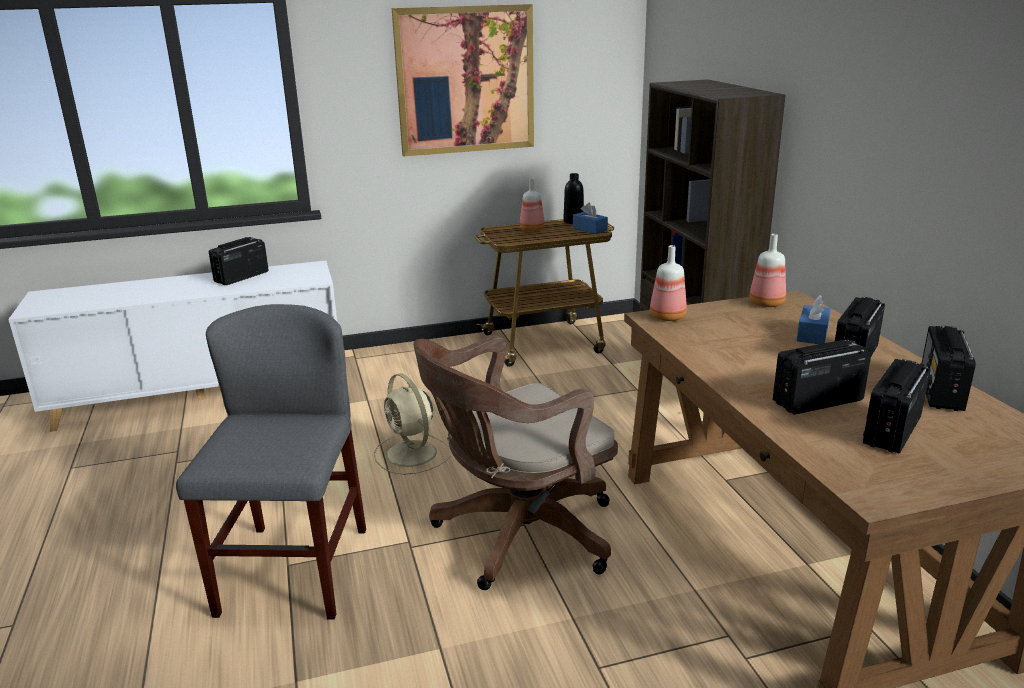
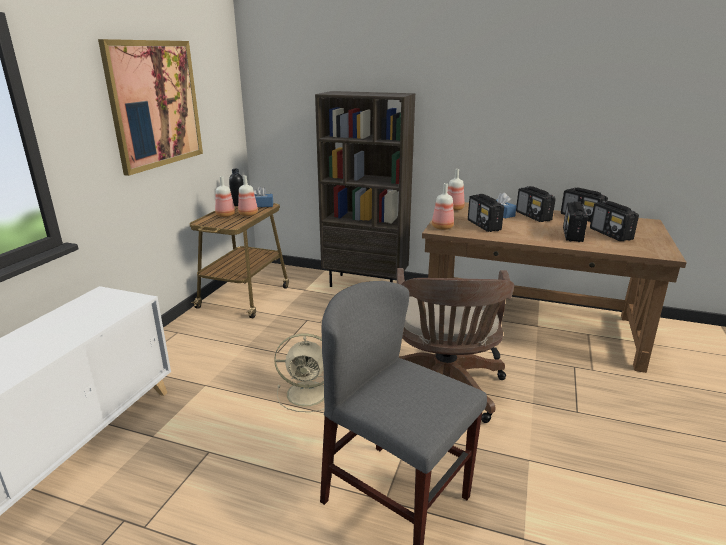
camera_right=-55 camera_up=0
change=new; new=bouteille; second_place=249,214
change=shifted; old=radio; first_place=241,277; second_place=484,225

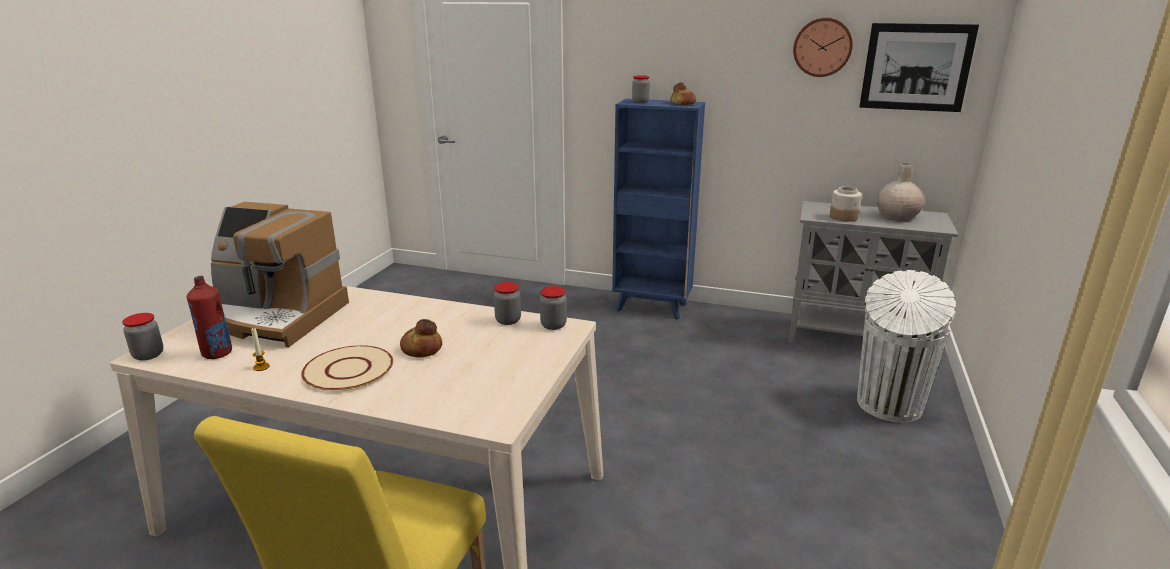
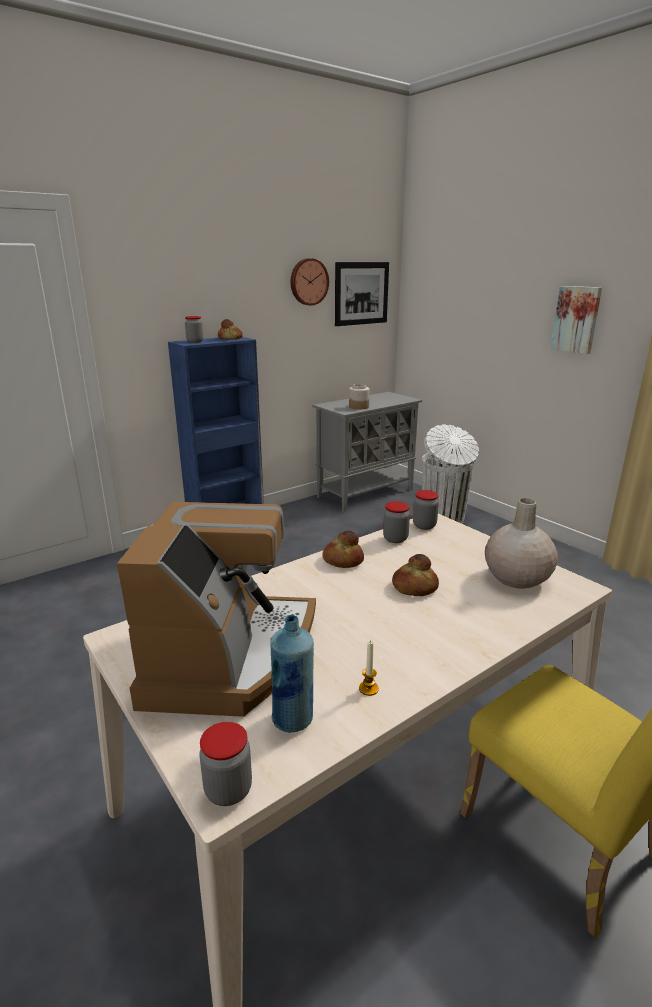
camera_right=-55 camera_up=0
change=rotated; old=machine à café; first_place=276,317; second_place=229,656; degrees=-45
change=repainted; old=bouteille [rouge]; new=bouteille [bleu]; first_place=217,353; second_place=293,719
change=new; new=pain; second_place=342,560
change=shifted; old=vase [beige]; first_place=896,216; second_place=516,578
change=new; new=tableau; second_place=576,319
change=gone; old=assiette [beige]; first_place=348,369

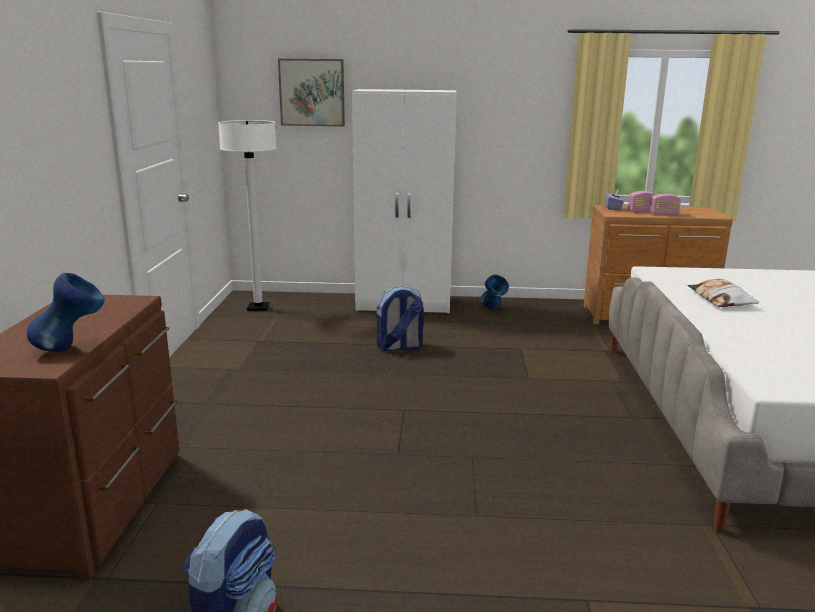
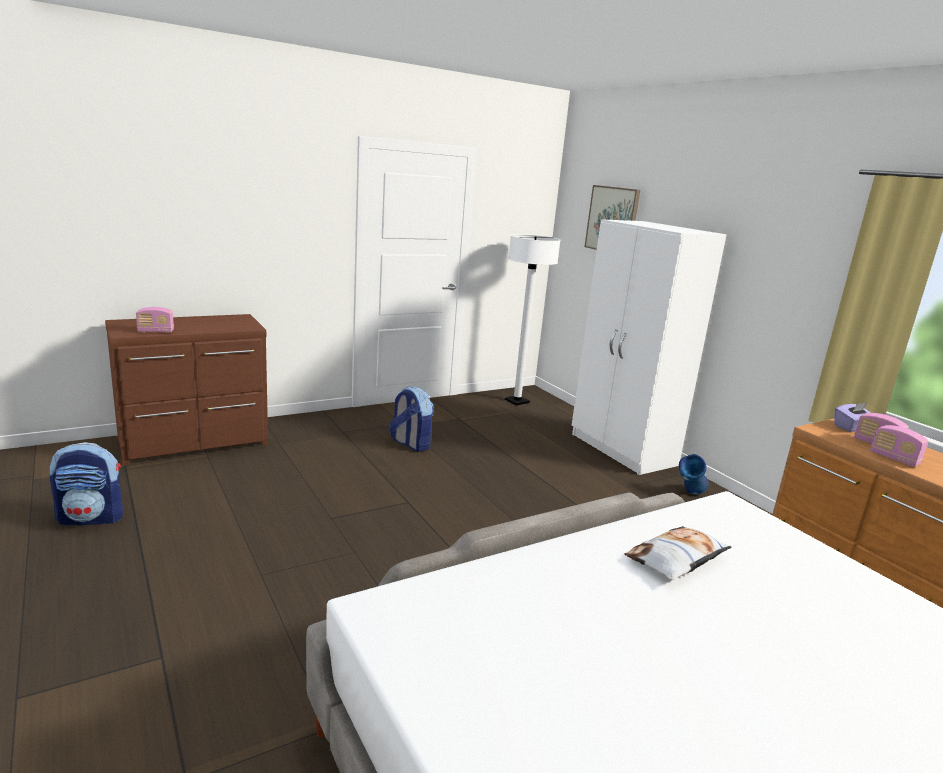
camera_right=55 camera_up=0
change=swapped; old=vase [bleu]; new=radio; first_place=72,348; second_place=156,331
change=shifted; old=sac à dos; first_place=399,347; second_place=410,444

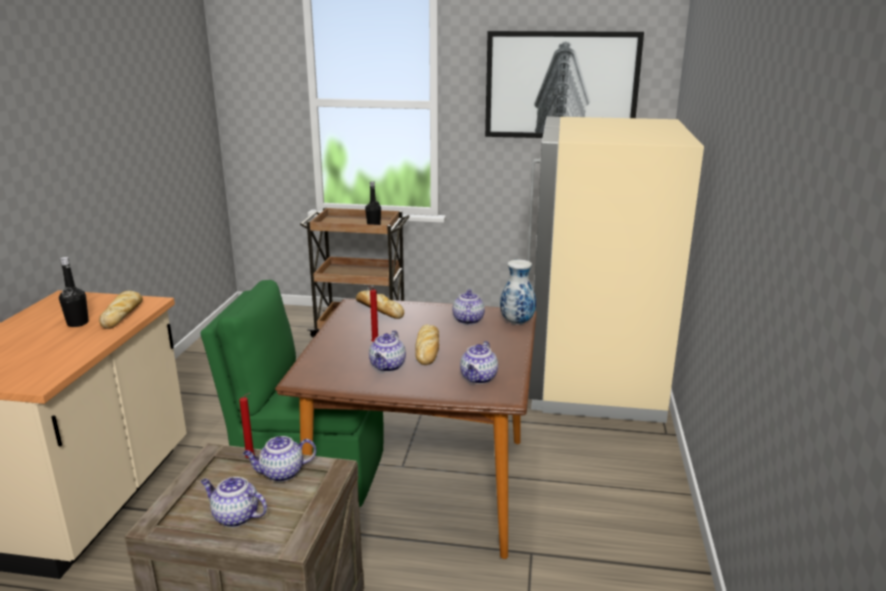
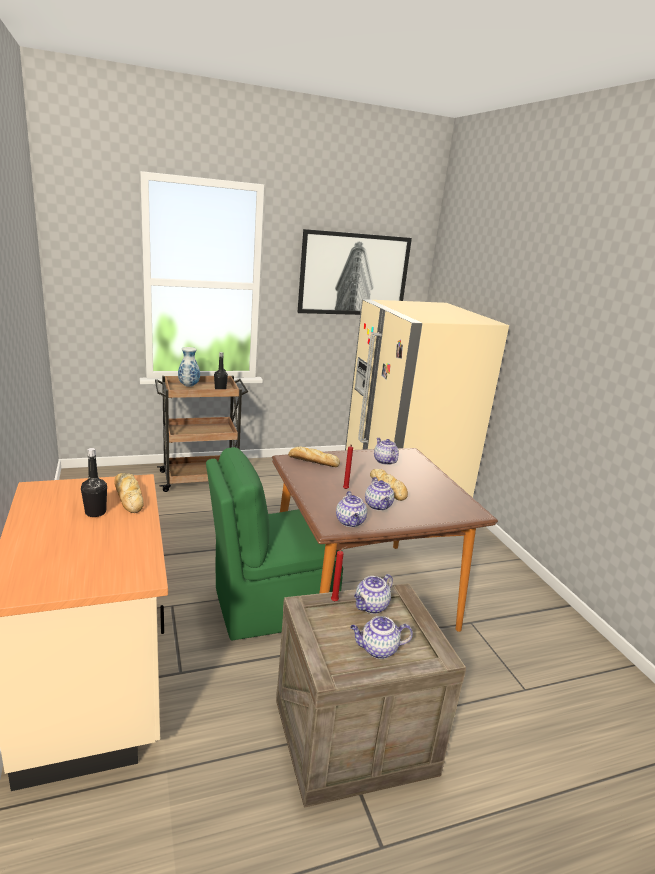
camera_right=-30 camera_up=0
change=shifted; old=vase; first_place=516,322; second_place=188,385
change=shifted; old=théière; first_place=478,378; second_place=350,522

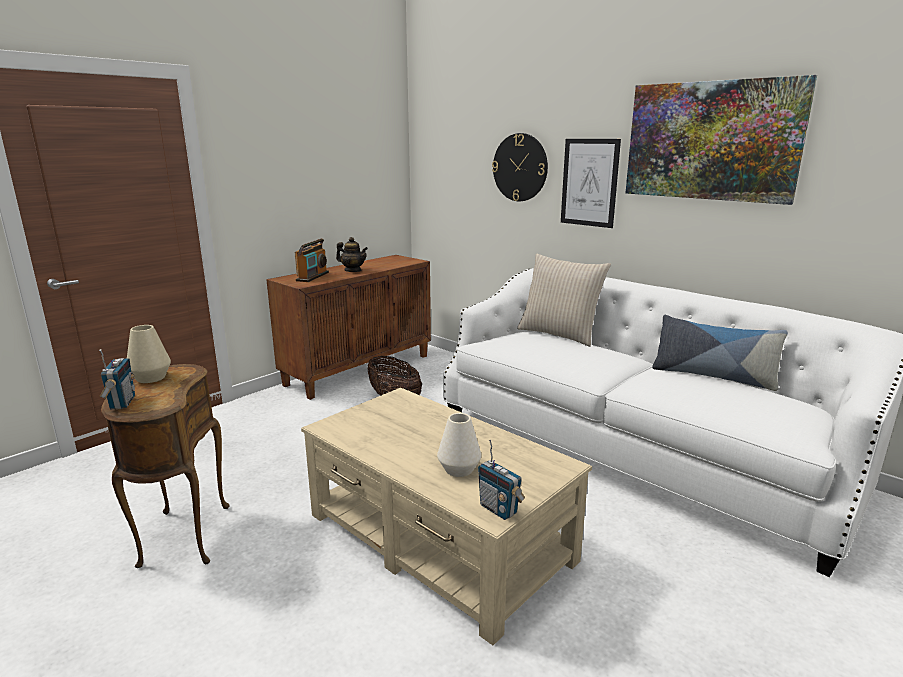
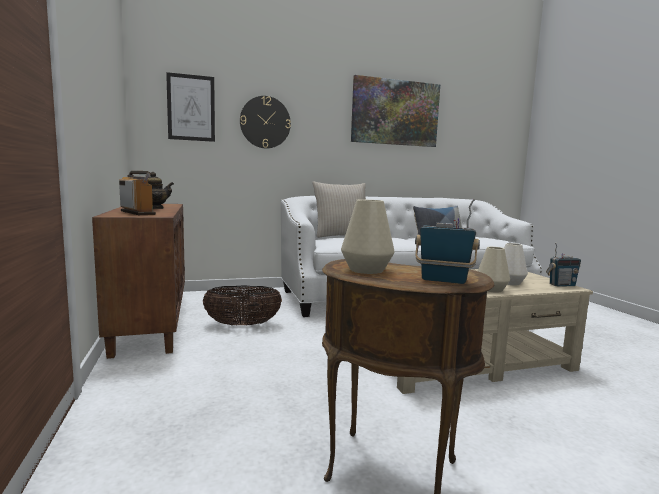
camera_right=-60 camera_up=-10
change=shifted; old=tableau; first_place=589,182; second_place=191,108
change=new; new=vase [beige]; second_place=491,289

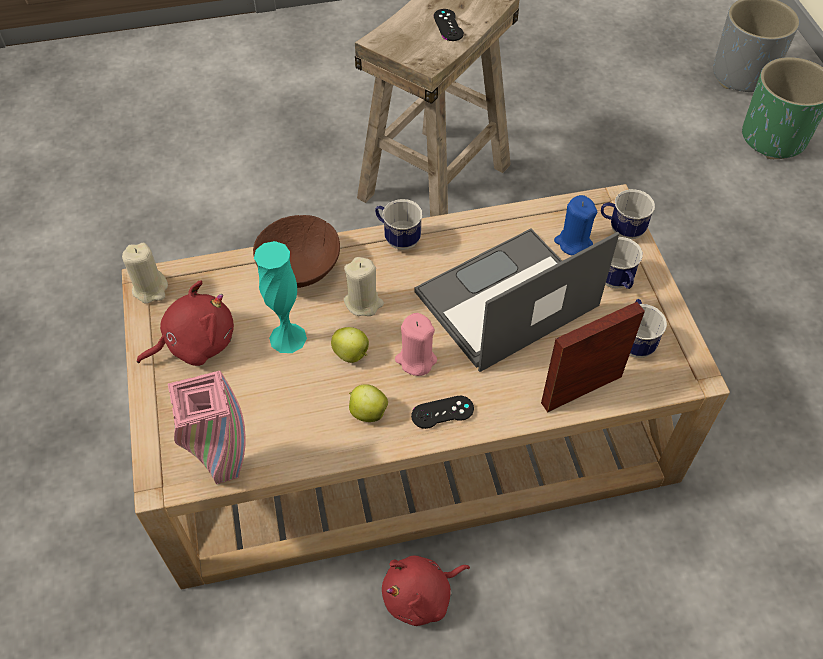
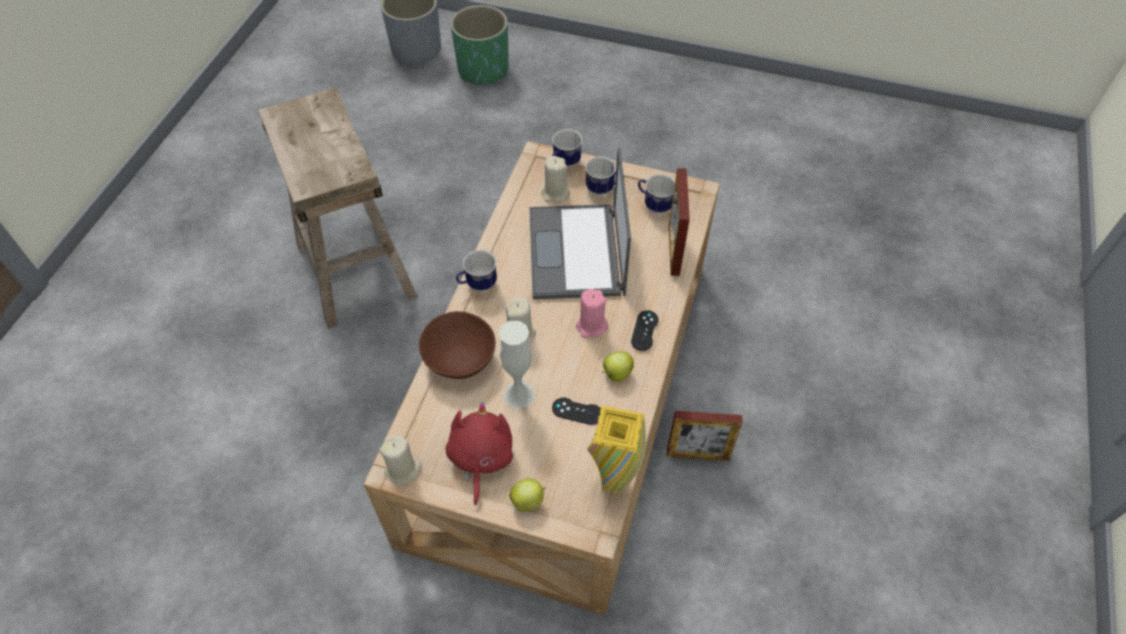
camera_right=-60 camera_up=0
change=repainted; old=vase [turquoise]; new=vase [blanc]; first_place=288,338; second_place=519,394
change=shifted; old=pomme; first_place=352,354; second_place=528,501
change=repainted; old=bougie [bleu]; new=bougie [beige]; first_place=573,243; second_place=555,193
change=shifted; old=manette [noir]; first_place=448,25; second_place=577,411
change=repainted; old=vase [rose]; new=vase [jaune]; first_place=225,471; second_place=612,483
change=swapped; old=peluche [rouge]; new=cadre photo; first_place=421,596; second_place=697,455

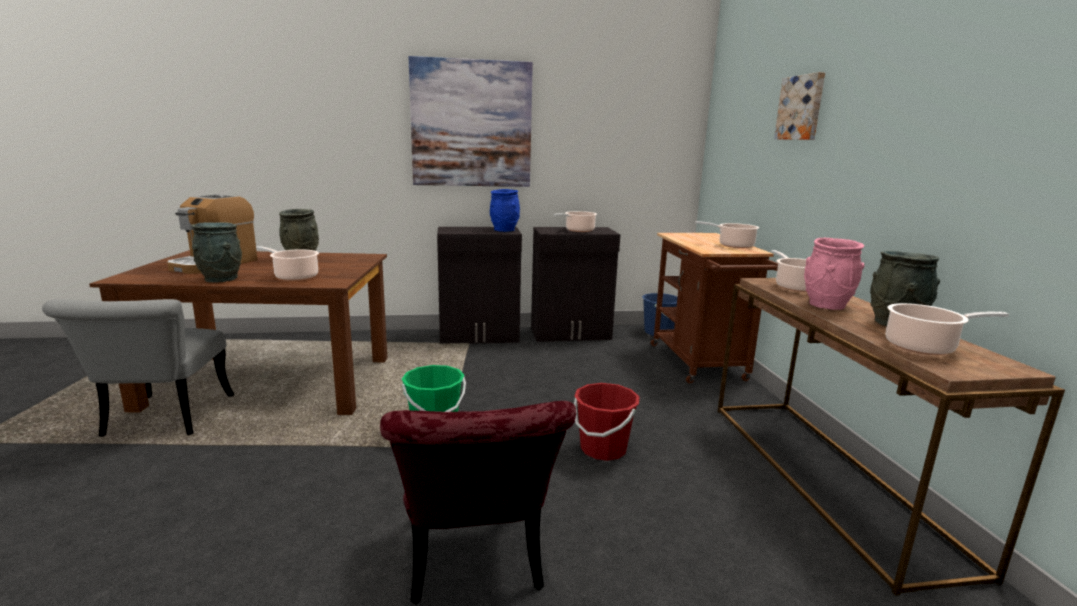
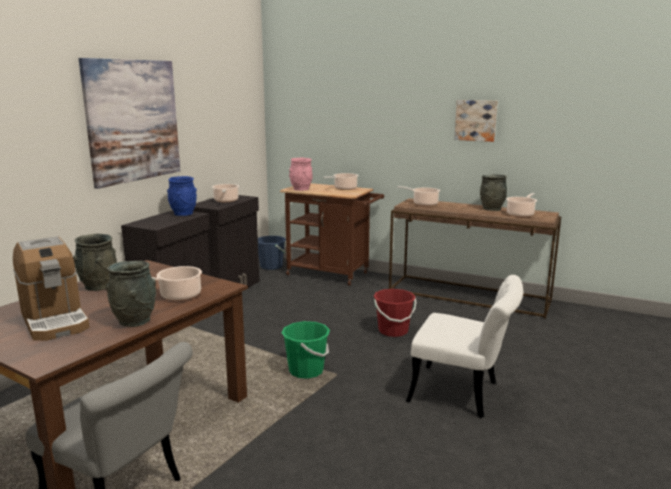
camera_right=-55 camera_up=0
change=shifted; old=vase [rose]; first_place=826,305; second_place=300,189
change=repainted; old=chaise [rouge]; new=chaise [blanc]; first_place=475,563; second_place=463,394
change=shifted; old=tableau; first_place=801,108; second_place=476,120

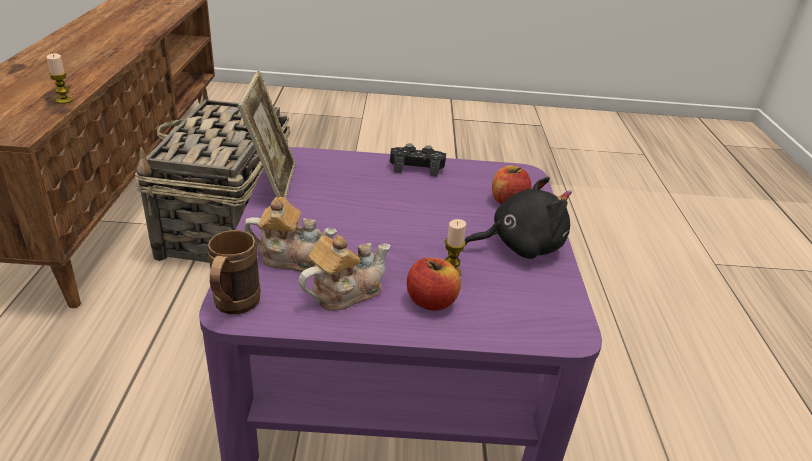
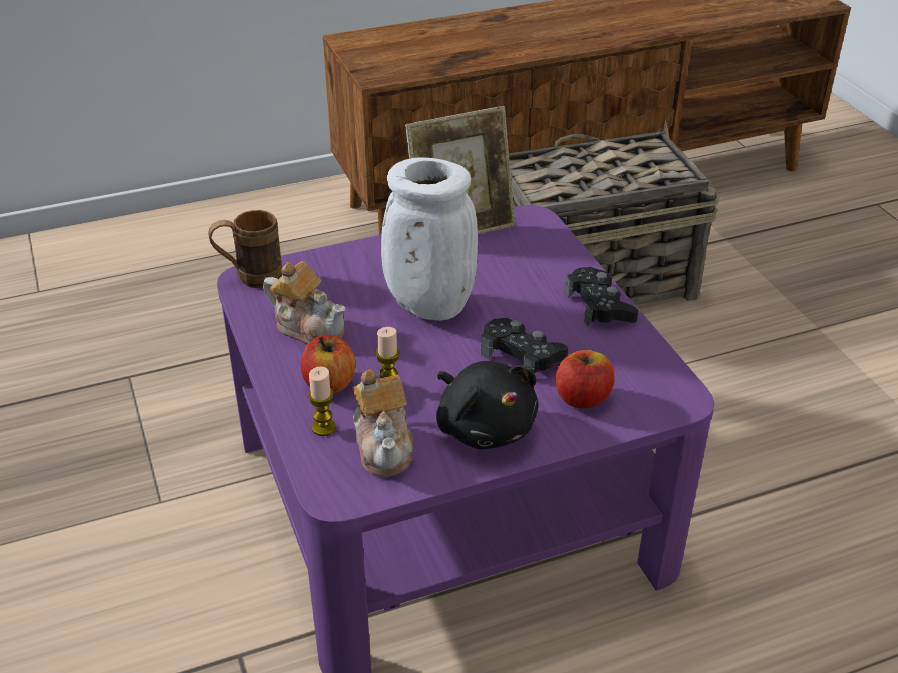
camera_right=70 camera_up=5
change=shifted; old=bougie; first_place=64,100; second_place=323,427
change=shifted; old=théière; first_place=292,257; second_place=384,446
change=new; new=vase [blanc]; second_place=427,306
change=new; new=manette [noir]; second_place=522,355

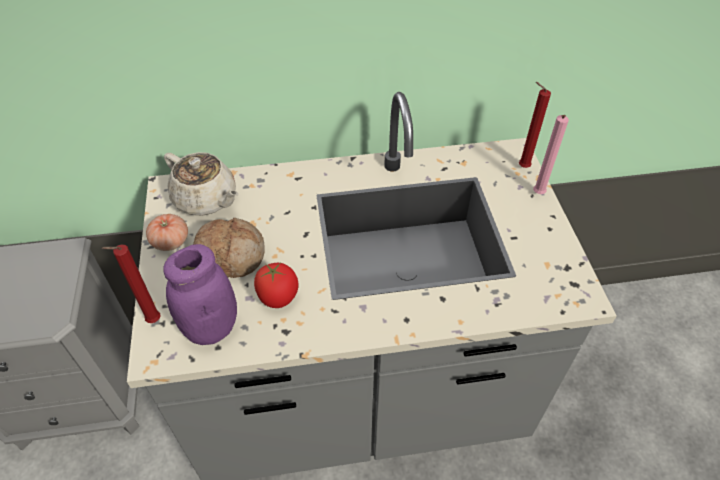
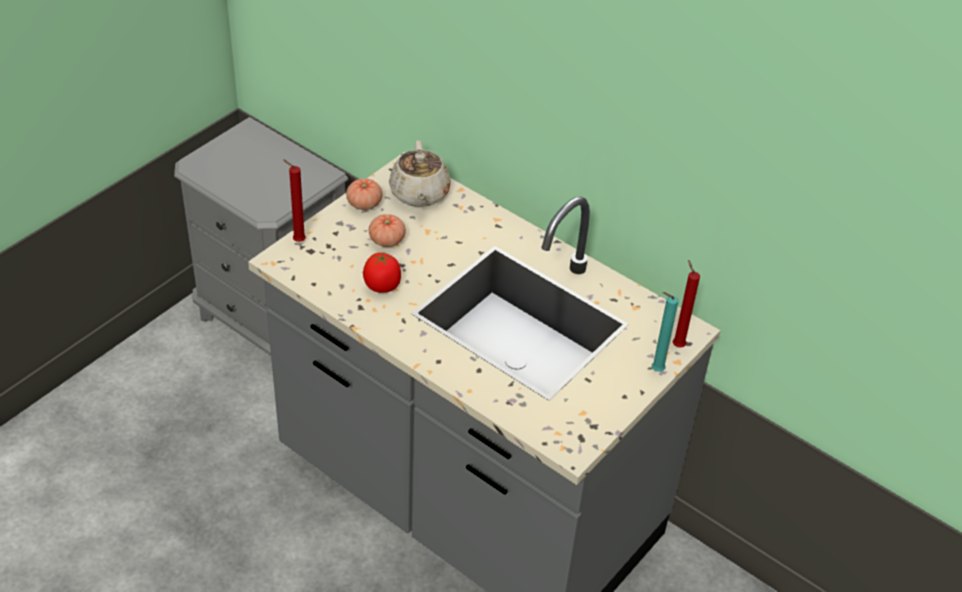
camera_right=45 camera_up=-5
change=swapped; old=pain; new=tomate; first_place=230,256; second_place=387,240
change=repainted; old=bougie [rose]; new=bougie [turquoise]; first_place=537,194; second_place=655,370
change=gone; old=bocal [violet]; first_place=211,328

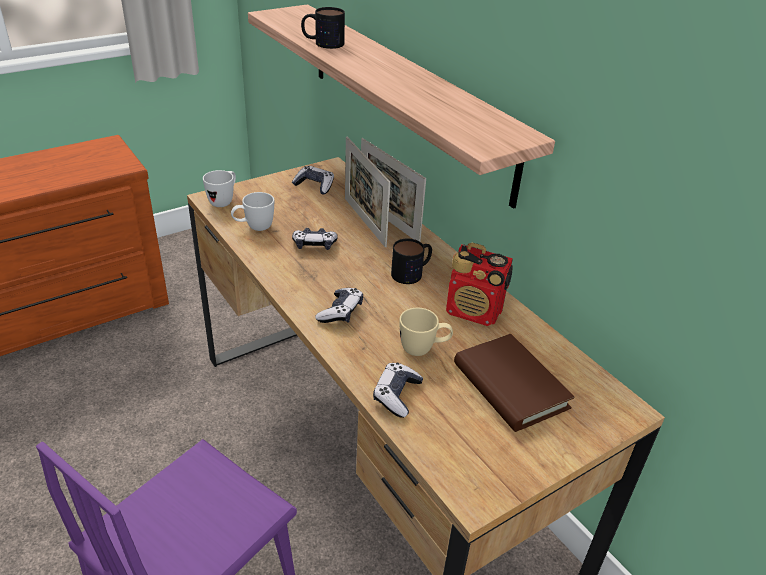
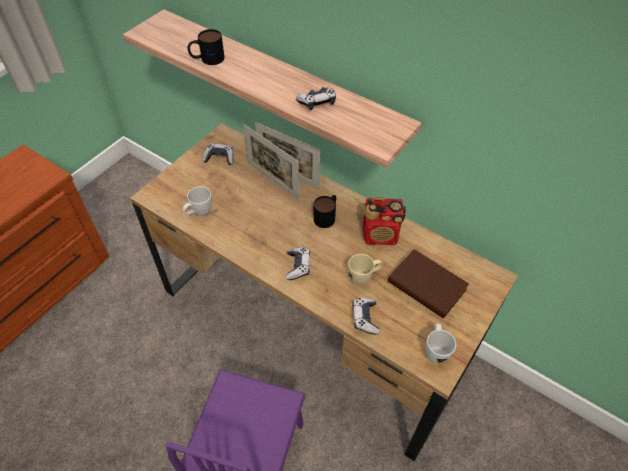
camera_right=-20 camera_up=15
change=shifted; old=manette; first_place=314,244; second_place=317,102
change=shifted; old=mug [blanc]; first_place=224,201; second_place=435,350

